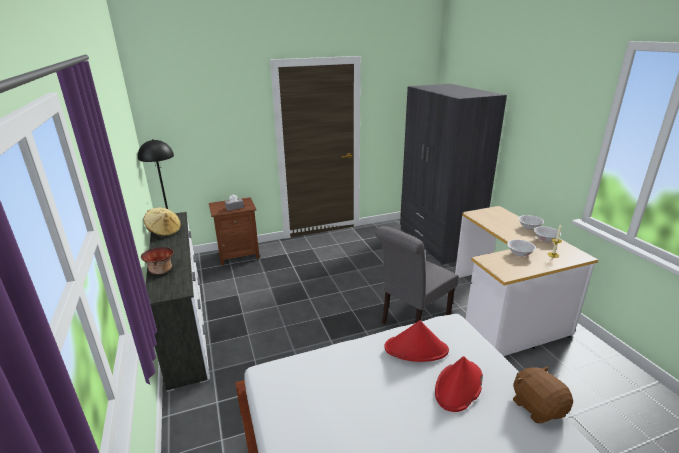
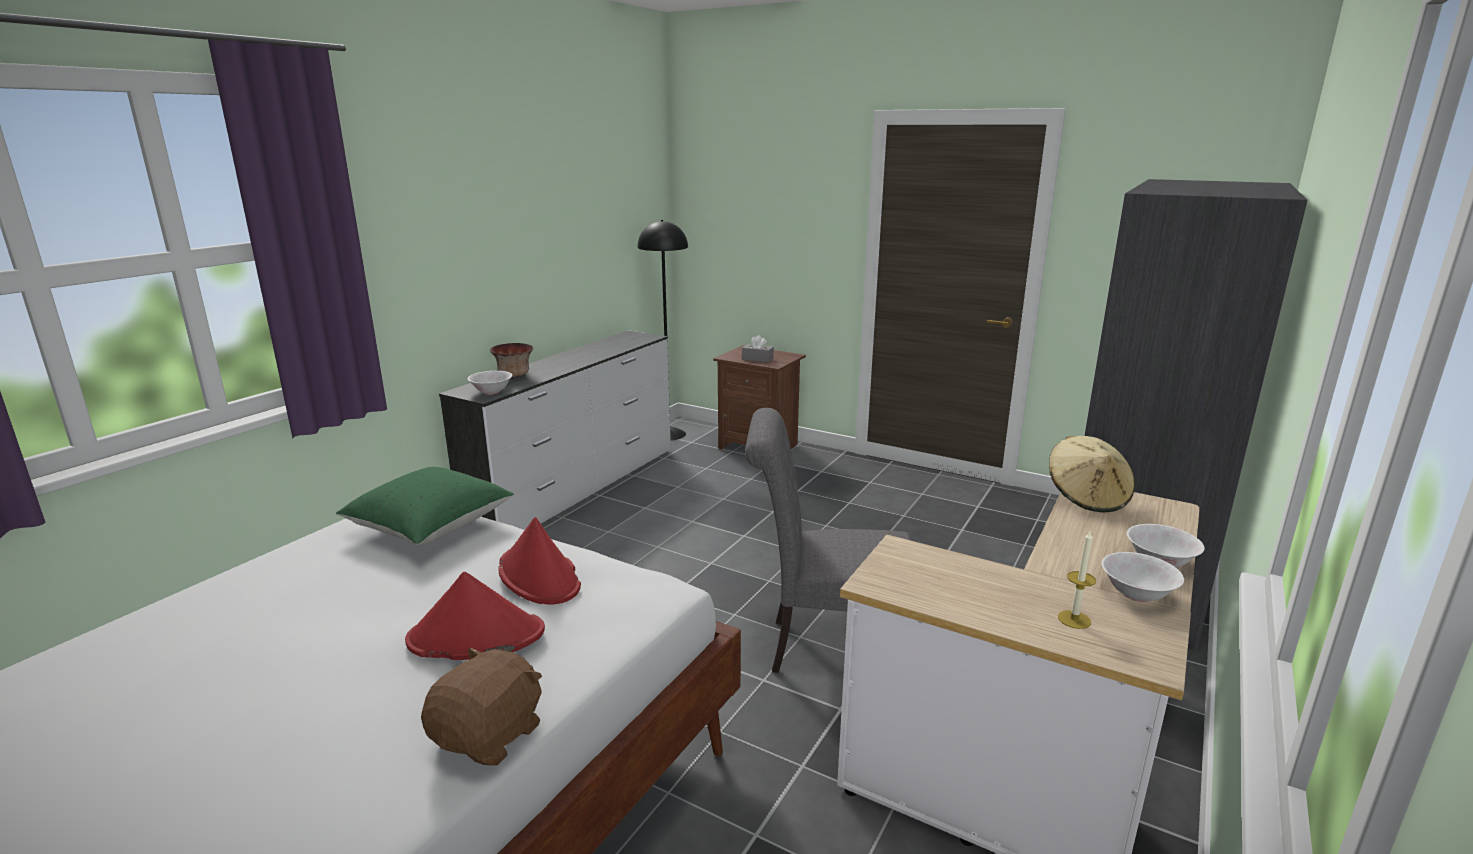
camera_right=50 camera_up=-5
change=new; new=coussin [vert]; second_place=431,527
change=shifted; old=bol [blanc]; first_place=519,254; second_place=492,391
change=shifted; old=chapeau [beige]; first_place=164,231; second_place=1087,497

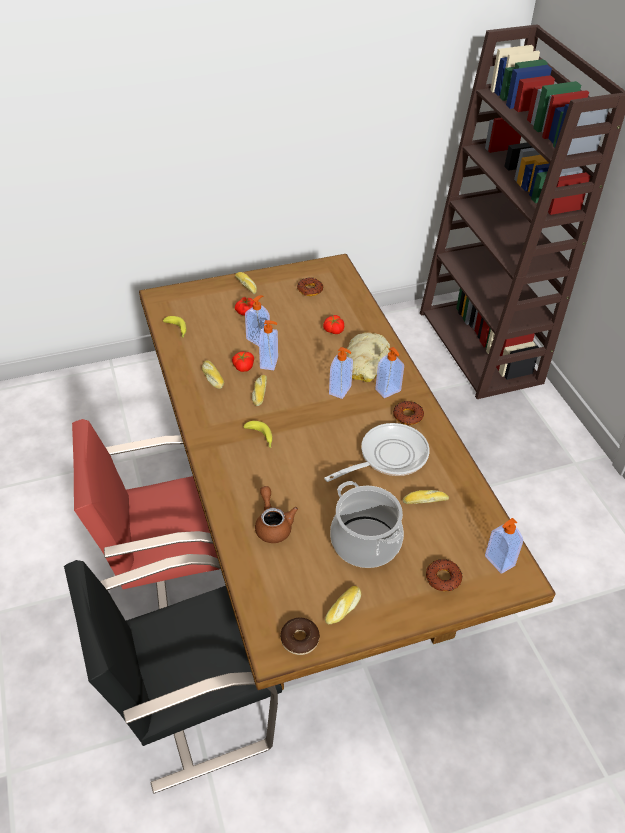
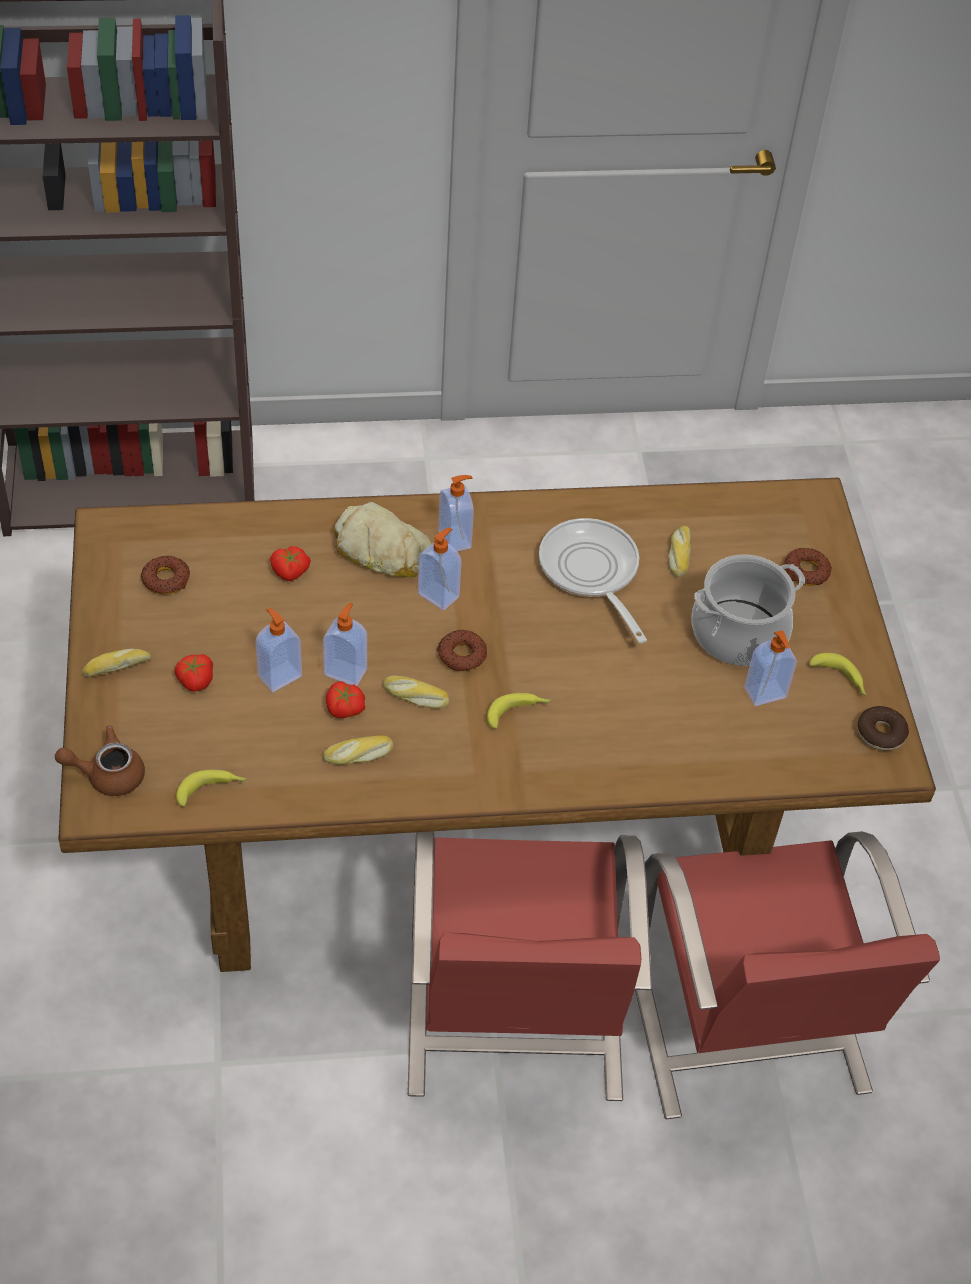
camera_right=-80 camera_up=5
change=shifted; old=théière [marron]; first_place=273,525; second_place=107,774
change=shifted; old=beignet; first_place=408,416; second_place=461,655
change=repainted; old=chaise [noir]; new=chaise [rouge]; first_place=190,706; second_place=746,1029
change=shifted; old=distributeur de savon; first_place=498,561; second_place=765,694
change=swapped; old=pain; new=banane; first_place=344,608; second_place=840,679

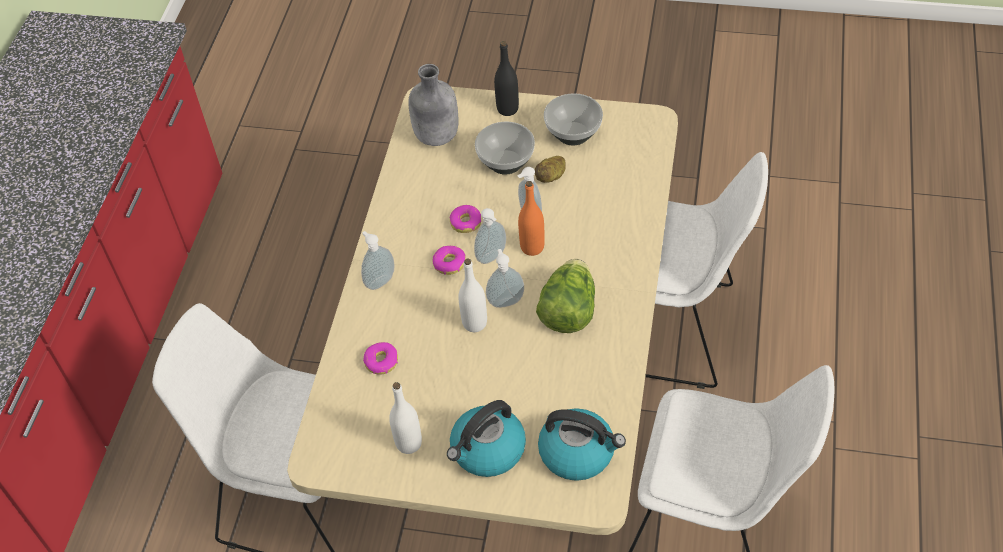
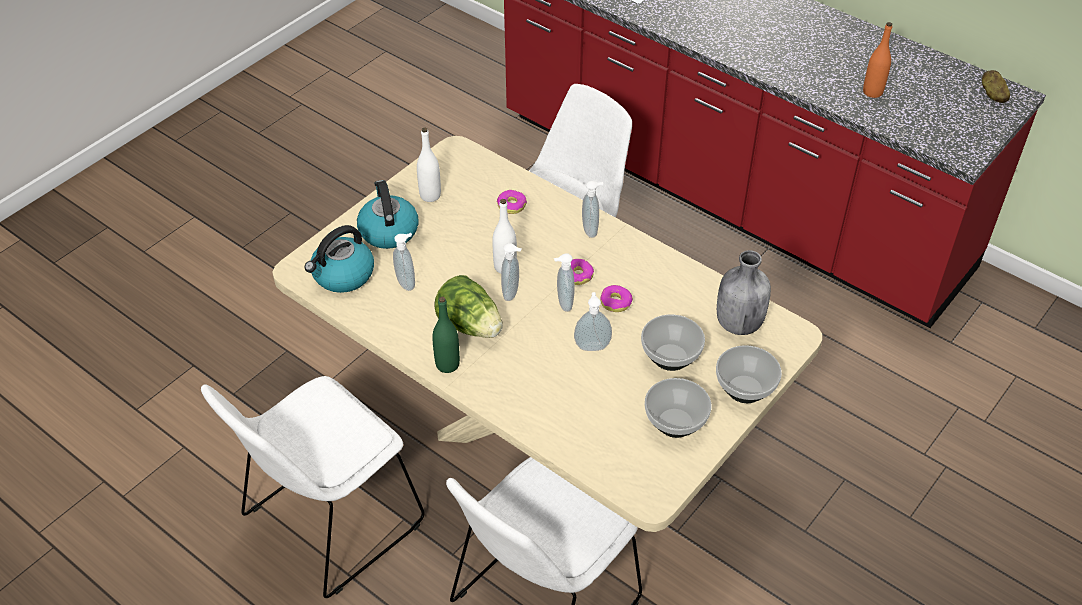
camera_right=115 camera_up=-5
change=new; new=distributeur de savon; second_place=407,283
change=new; new=bouteille [vert]; second_place=447,364
change=swapped; old=bouteille [noir]; new=bol; first_place=507,109; second_place=744,389
change=shifted; old=bouteille [orange]; first_place=532,247; second_place=872,92
change=shifted; old=pomme de terre; first_place=551,176; second_place=992,95

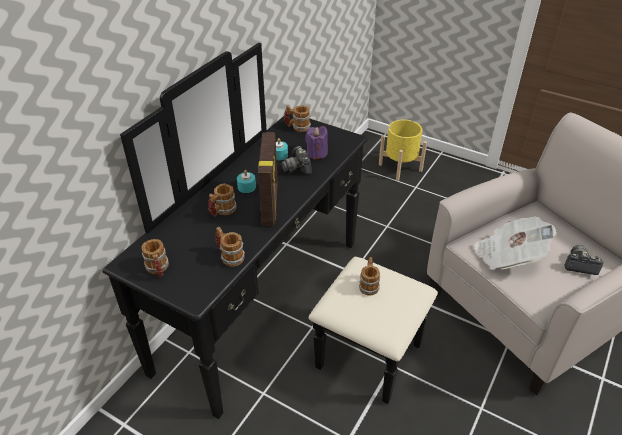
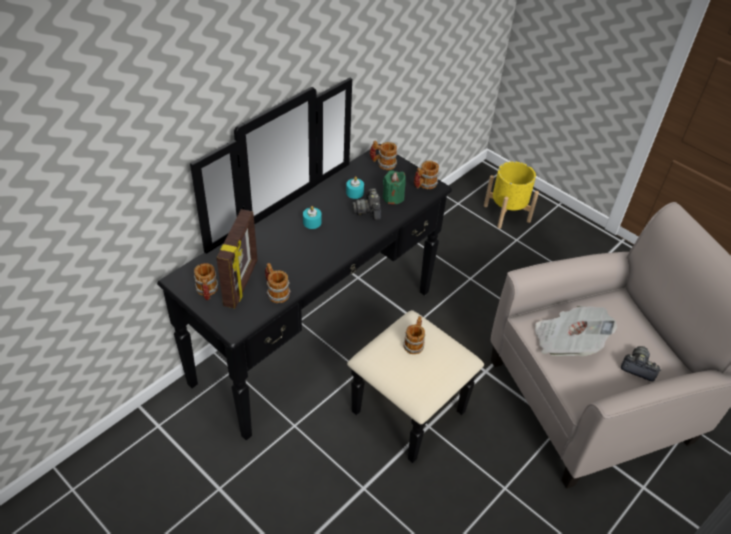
camera_right=10 camera_up=5
change=shifted; old=cadre photo; first_place=271,205; second_place=242,283
change=repainted; old=bougie [violet]; new=bougie [vert]; first_place=316,153; second_place=393,197
change=shifted; old=mug; first_place=222,211; second_place=424,185

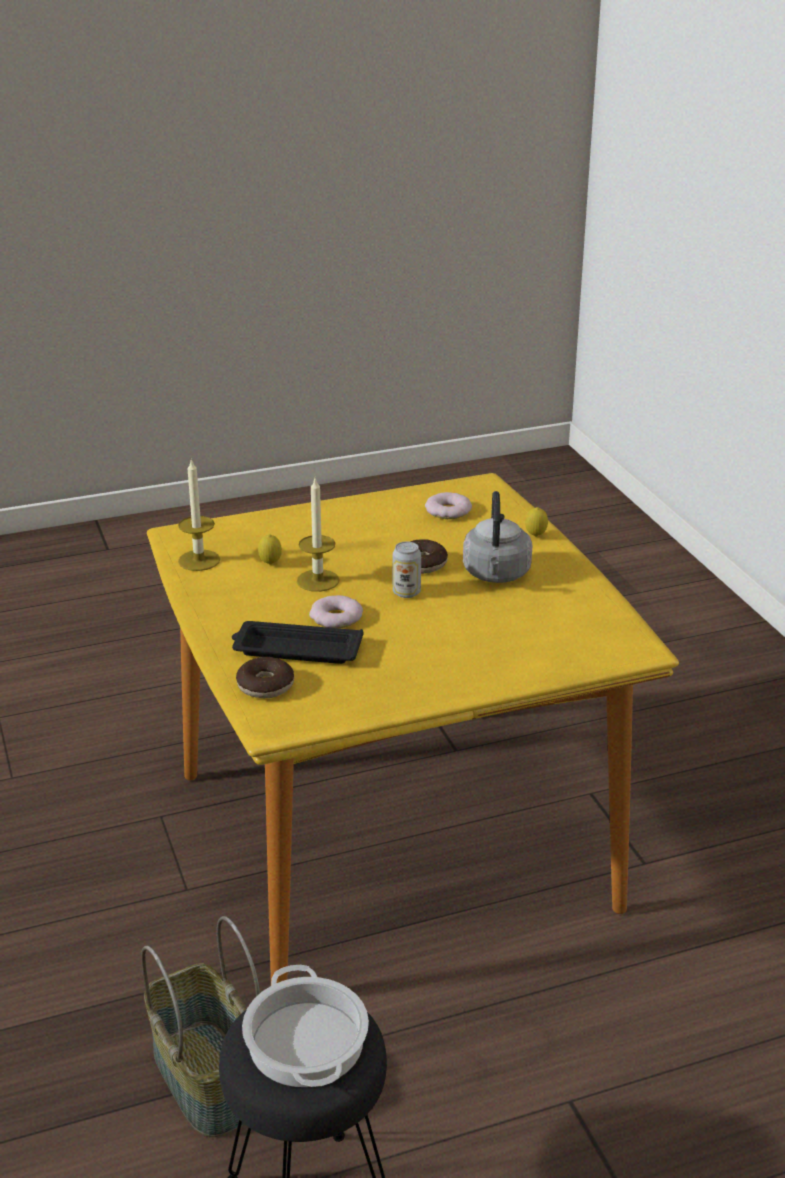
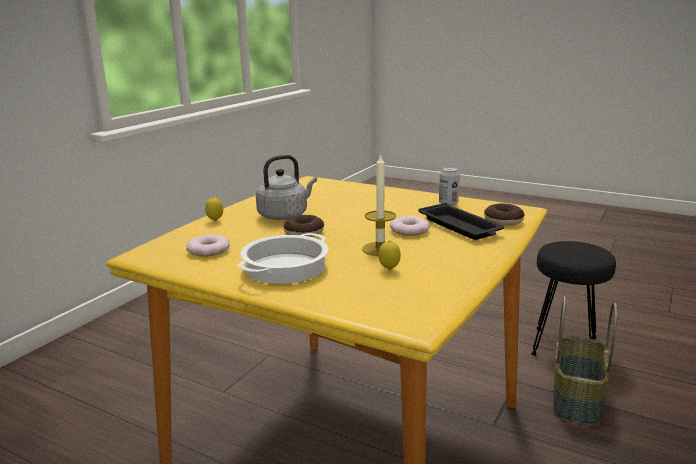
camera_right=-130 camera_up=-10
change=shifted; old=marmite; first_place=307,1042; second_place=285,267
change=shifted; old=boîte métallique; first_place=406,592; second_place=448,203
change=gone; old=bougie; first_place=199,560

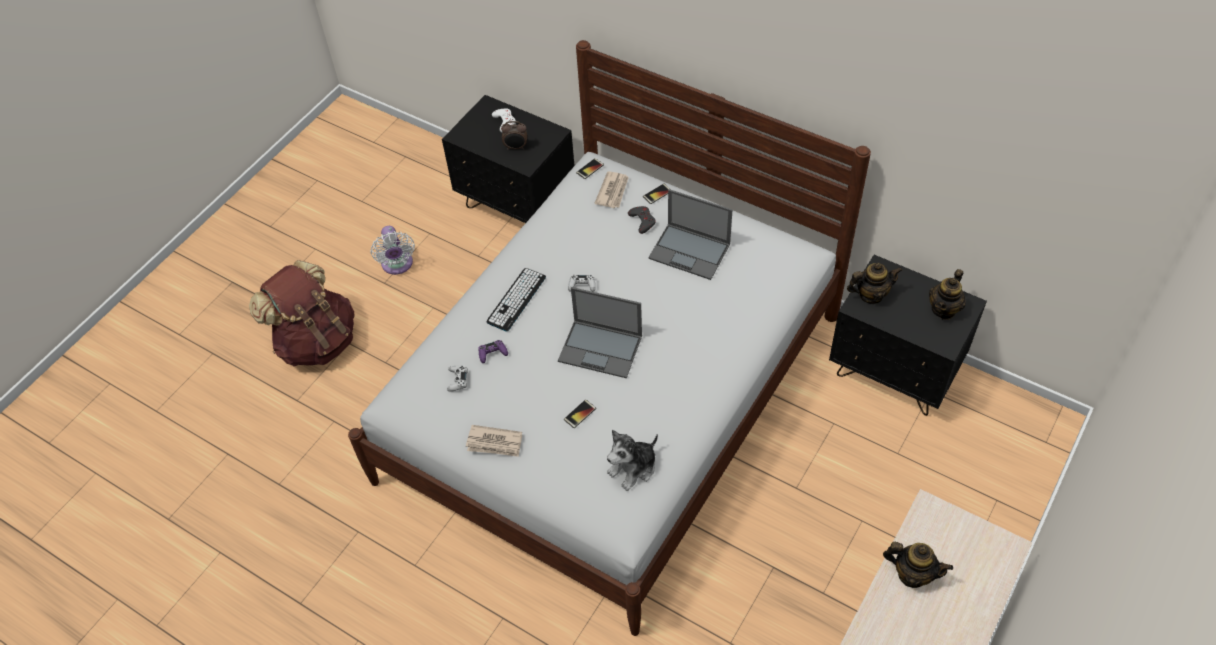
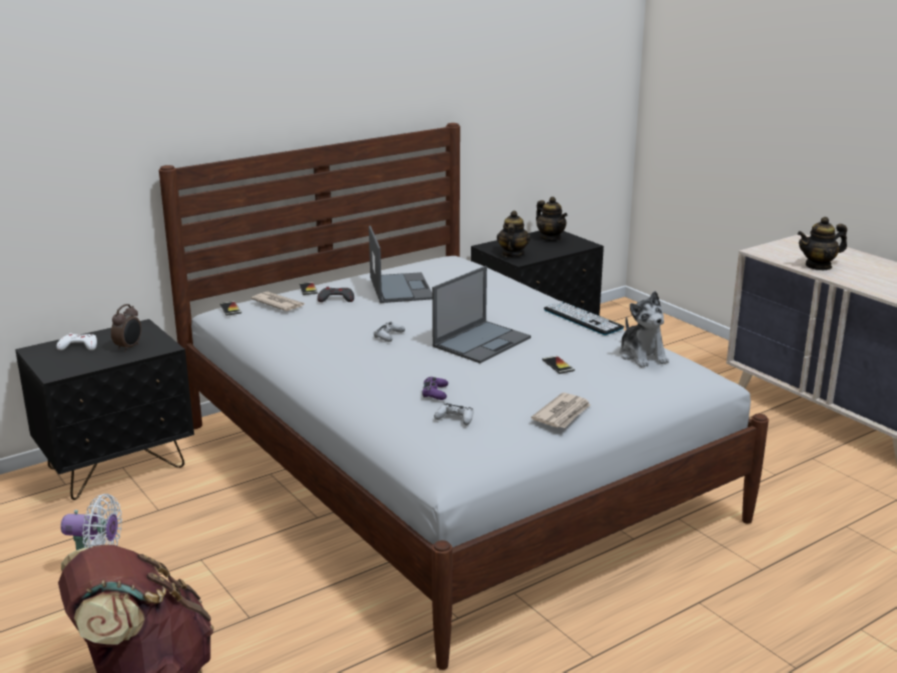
camera_right=-70 camera_up=-30
change=rotated; old=ordinateur portable; first_place=690,251; second_place=400,288; degrees=-60
change=shifted; old=clavier; first_place=516,299; second_place=582,319
change=rotated; old=théière; first_place=912,574; second_place=818,266; degrees=-150

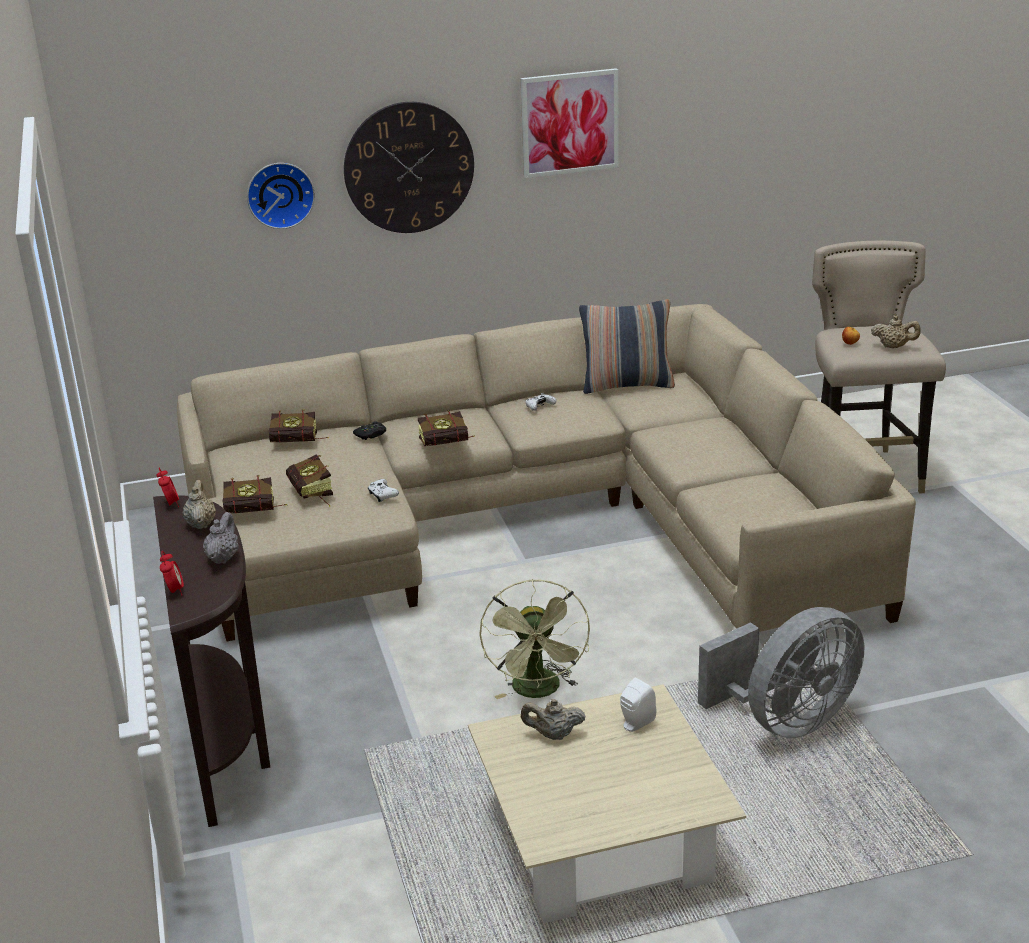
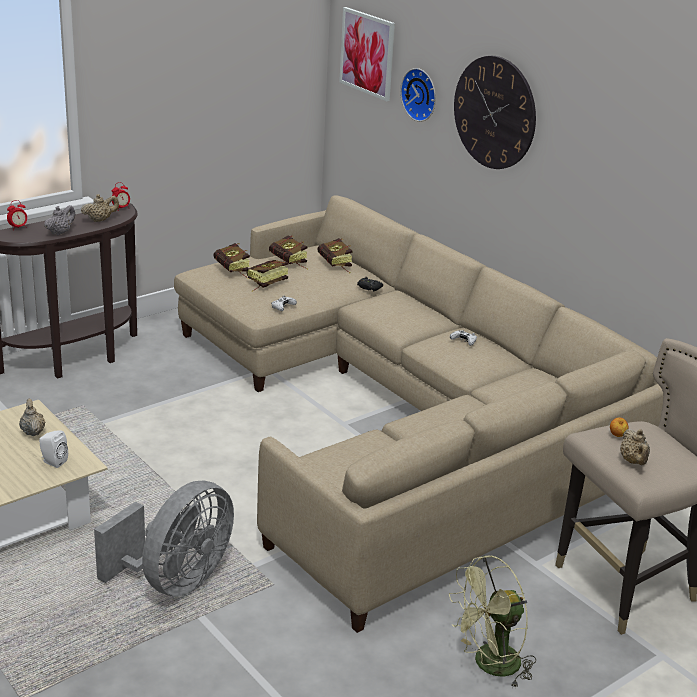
camera_right=65 camera_up=0
change=rotated; old=théière [gris]; first_place=223,558; second_place=60,232; degrees=-45
change=rotated; old=ventilateur [gris]; first_place=786,721; second_place=175,581; degrees=-90
change=shifted; old=livre; first_place=449,444; second_place=290,263
change=shifted; old=tableau; first_place=569,123; second_place=367,53
change=shifted; old=ventilateur [vert]; first_place=539,691; second_place=489,665
change=gone; old=coussin; first_place=627,385

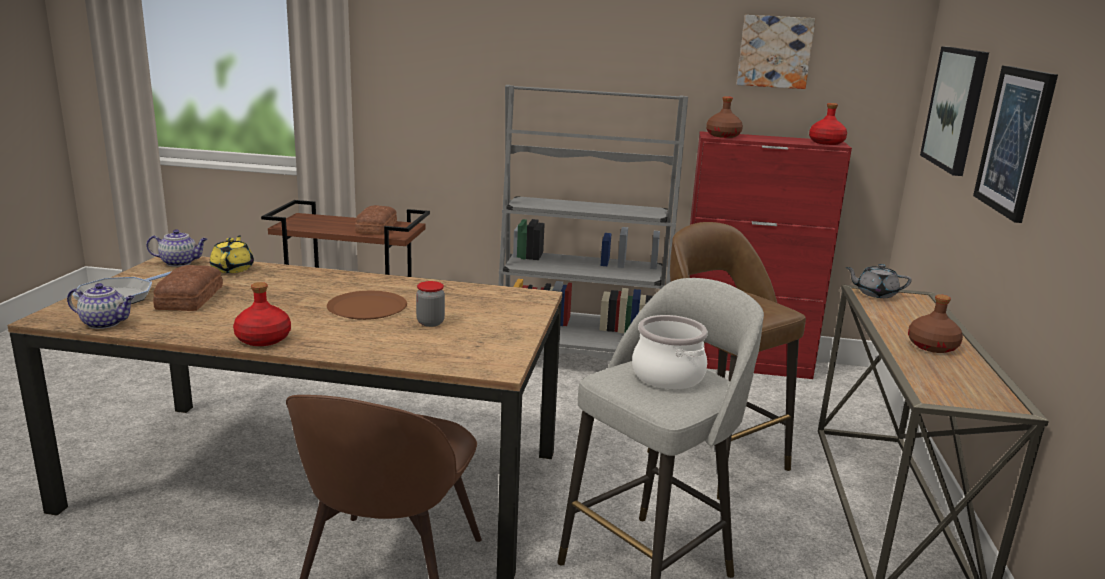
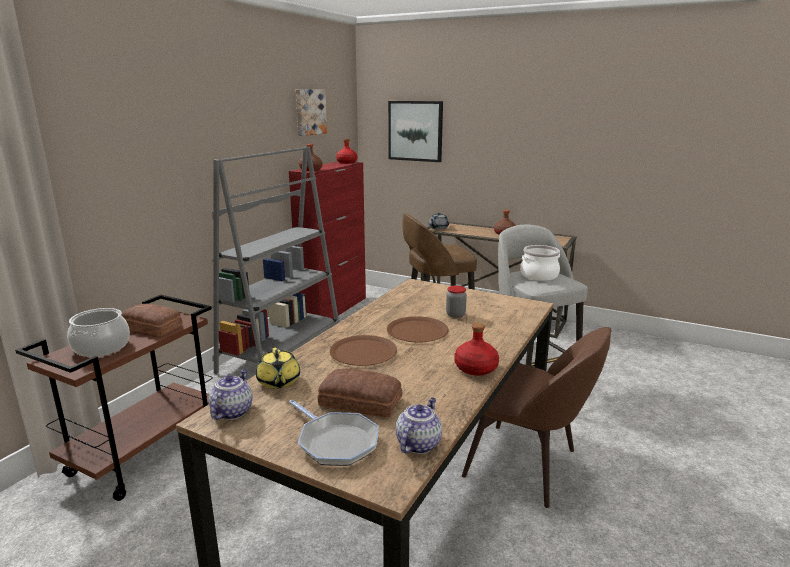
camera_right=-70 camera_up=0
change=new; new=marmite; second_place=102,347
change=rotated; old=théière [jaune]; first_place=233,269; second_place=278,382; degrees=-120
change=new; new=assiette [marron]; second_place=363,352
change=gone; old=tableau; first_place=1015,141

